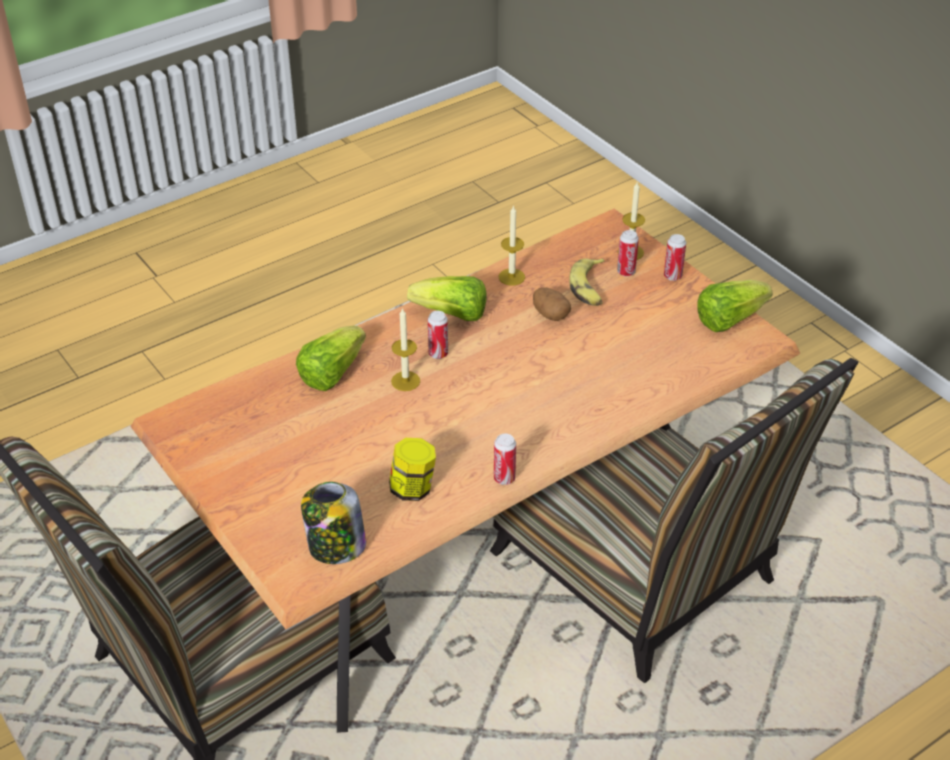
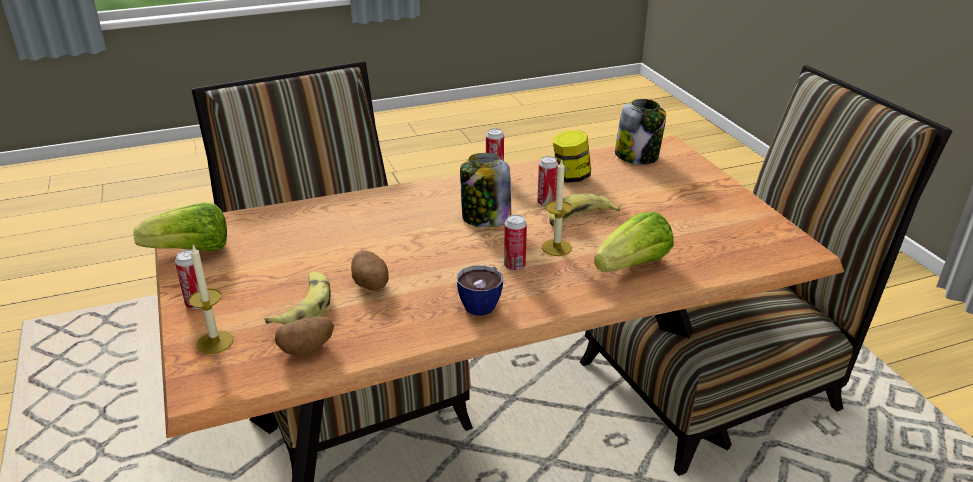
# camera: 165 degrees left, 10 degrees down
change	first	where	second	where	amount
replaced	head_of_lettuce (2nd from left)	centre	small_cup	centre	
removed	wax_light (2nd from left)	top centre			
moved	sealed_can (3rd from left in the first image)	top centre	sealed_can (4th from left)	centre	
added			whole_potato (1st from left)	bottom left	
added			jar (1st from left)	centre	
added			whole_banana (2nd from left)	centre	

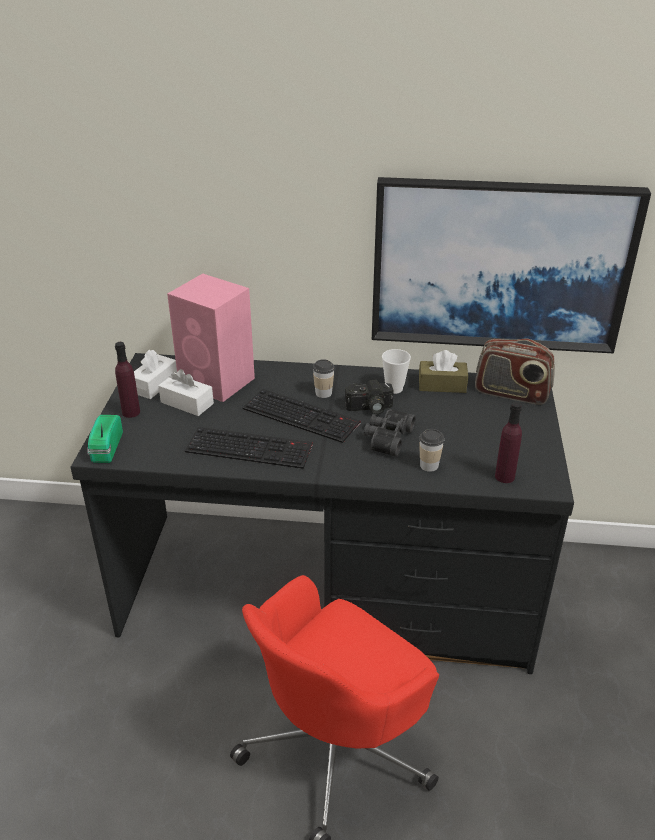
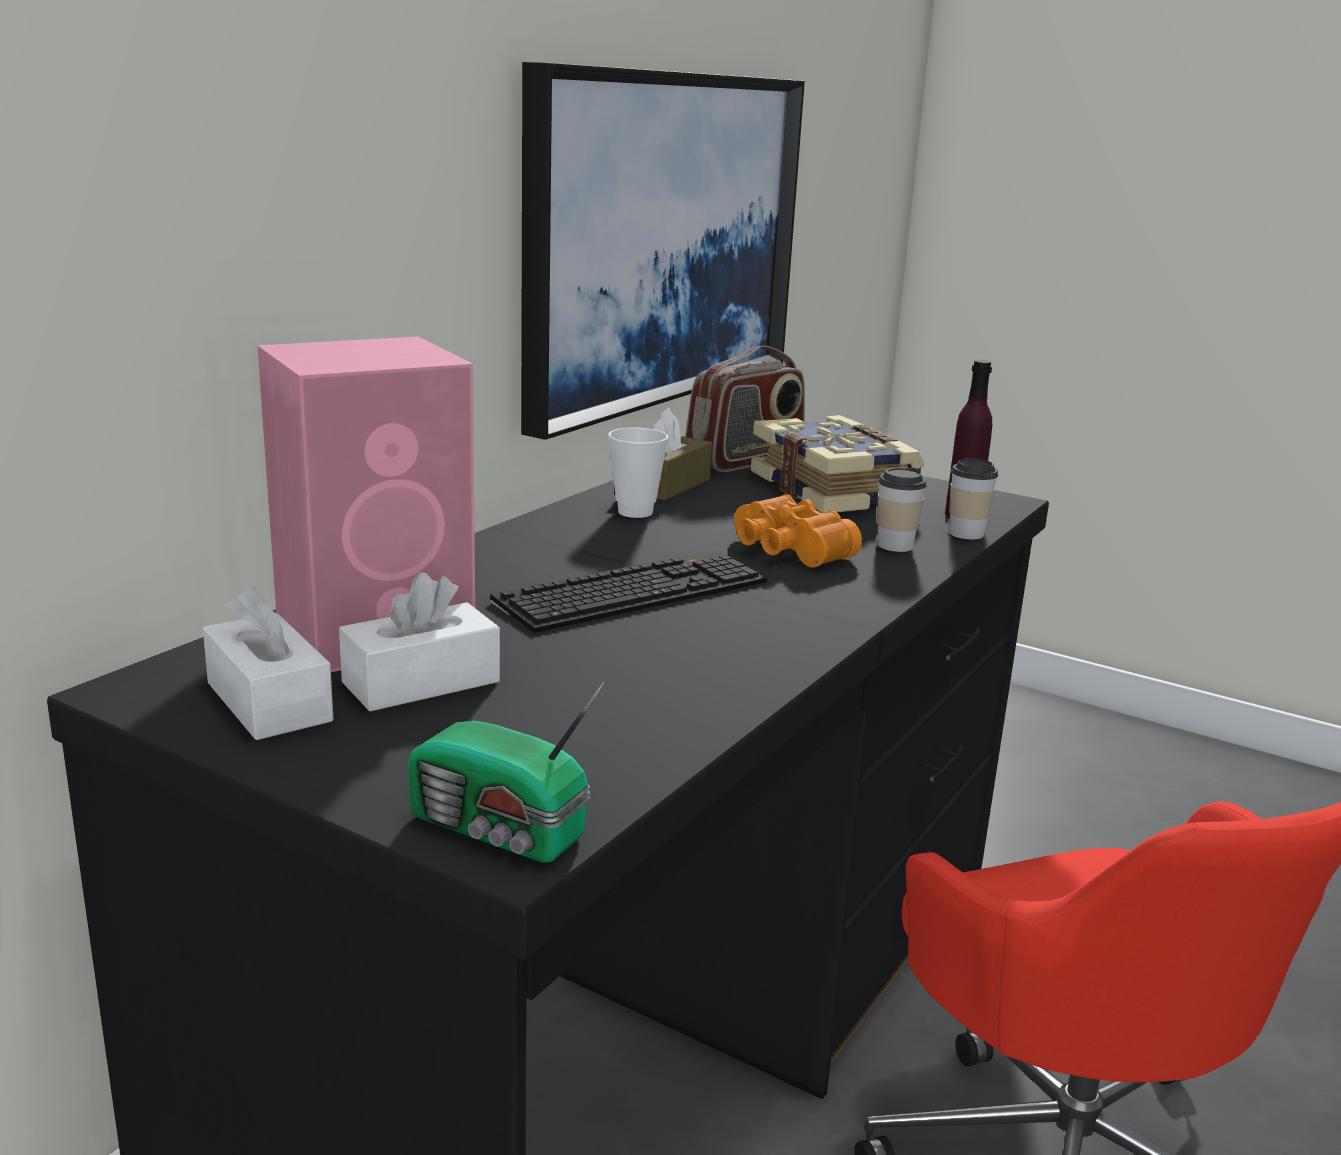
# camera: 65 degrees left, 15 degrees down
change	first	where	second	where	amount
removed	purple_beverage_bottle (1st from left)	middle left			
removed	keyboard (1st from left)	centre			
moved	small_cup (1st from left in the first image)	centre	small_cup (3rd from left)	middle right	
removed	still_camera	centre			
recoloured	black-coloured_field_glasses	centre	orange_field_glasses	centre	
added			book	centre	

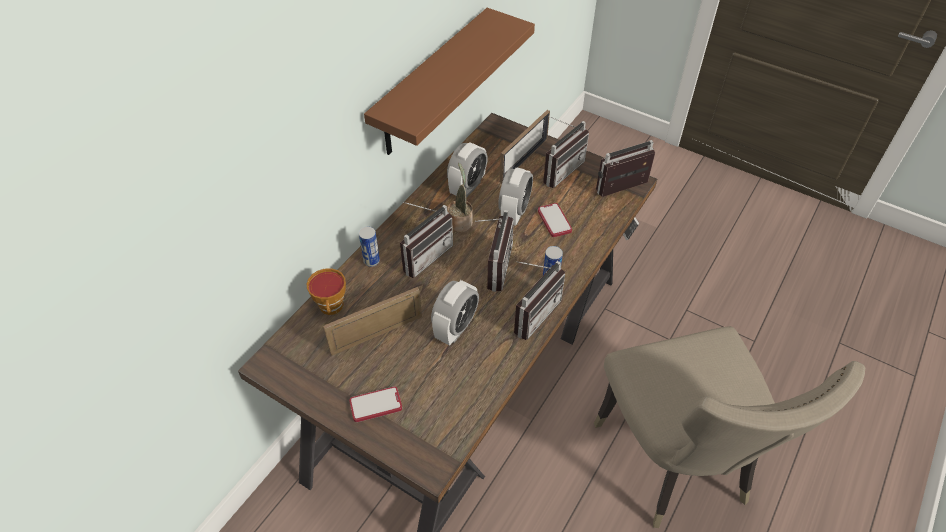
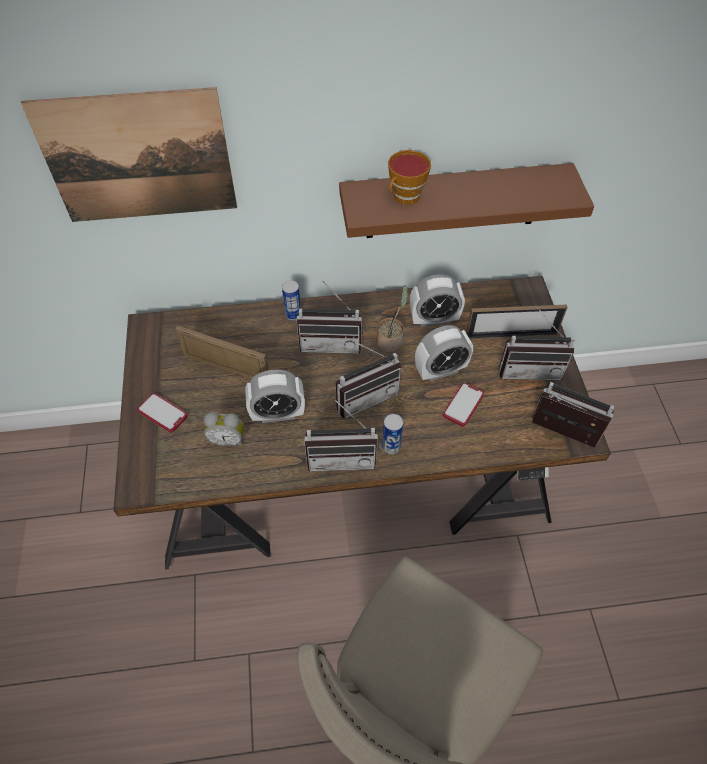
# camera: 50 degrees right, 5 degrees up
change	first	where	second	where	amount
moved	small_cup	centre		top centre	
added			picture	top left	
added			table_clock (1st from left)	middle left	

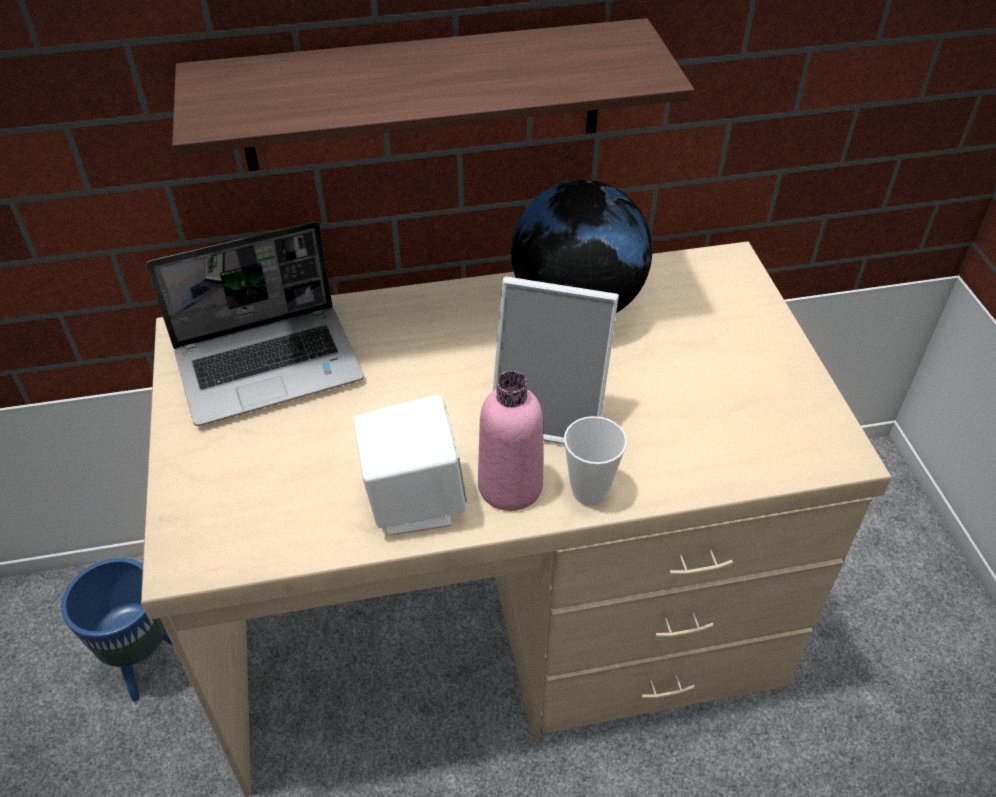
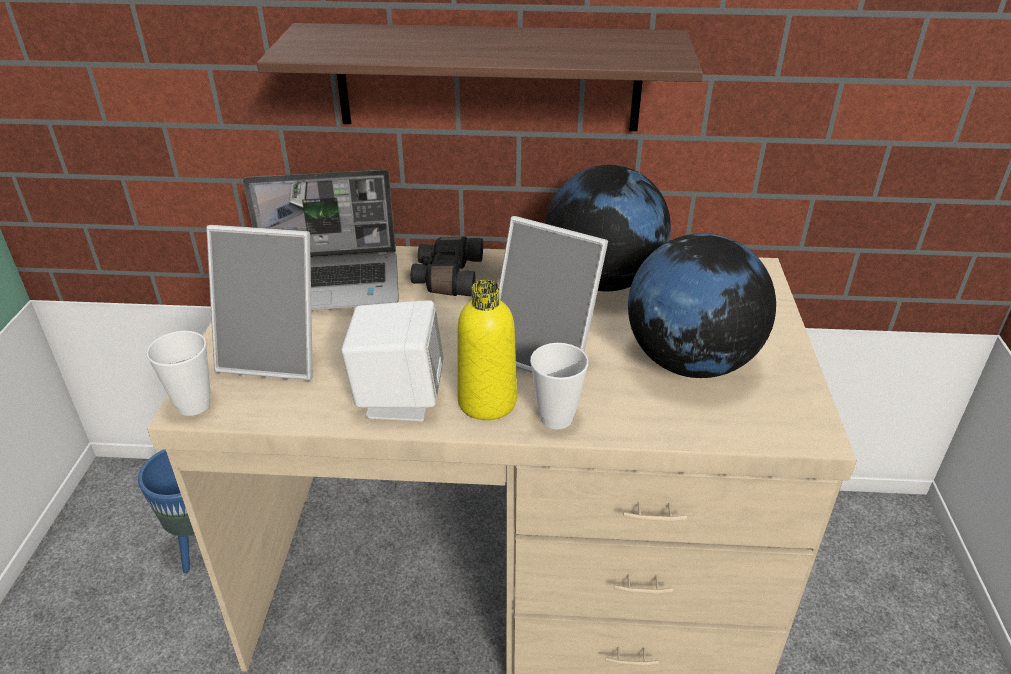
# camera: 15 degrees right, 10 degrees down
change	first	where	second	where	amount
recoloured	pinkish_beverage_bottle	centre	yellowish_beverage_bottle	centre	
added			small_cup (1st from left)	middle left	
added			photo_frame (1st from left)	middle left	
added			black-coloured_field_glasses	centre	
added			desk_globe (2nd from left)	middle right	

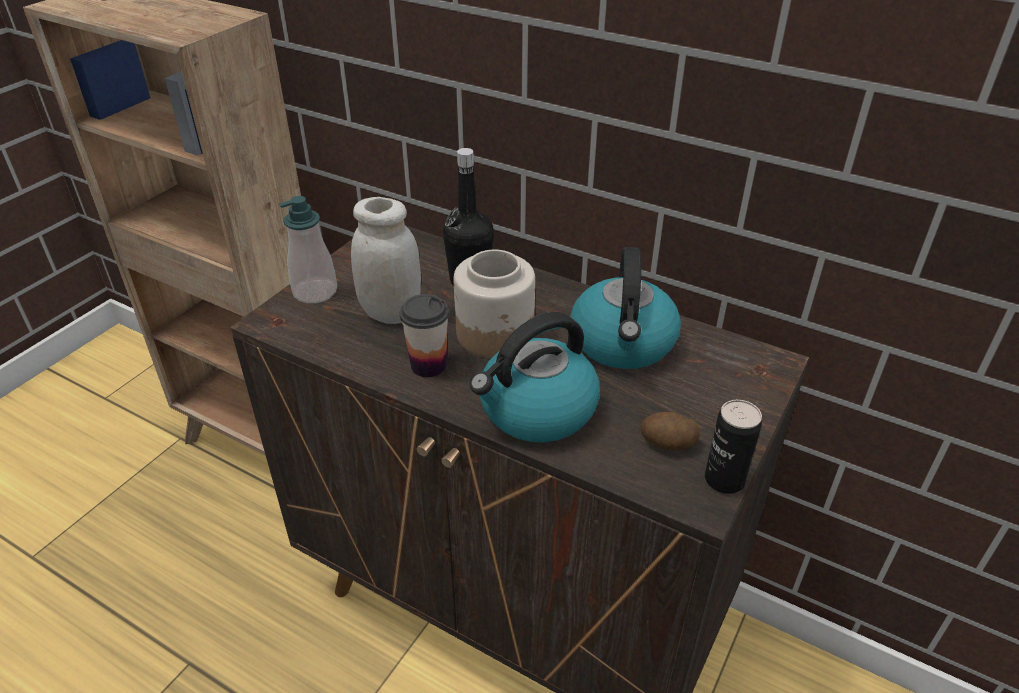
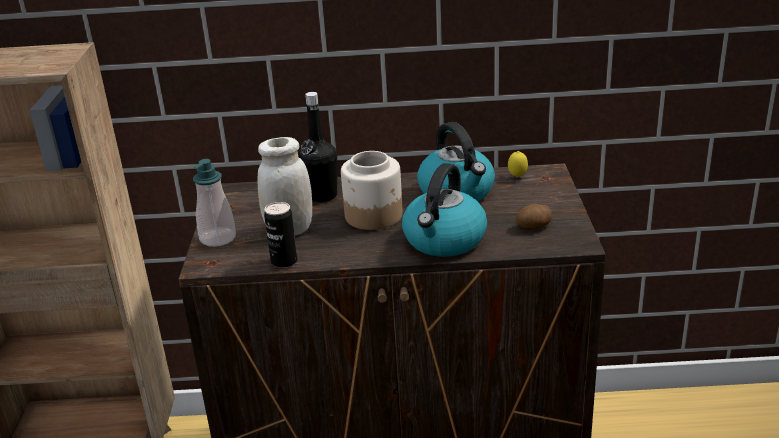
# camera: 30 degrees left, 10 degrees down
change	first	where	second	where	amount
removed	small_cup	centre			
moved	sealed_can	middle right		centre	
added			citrus_fruit	centre	

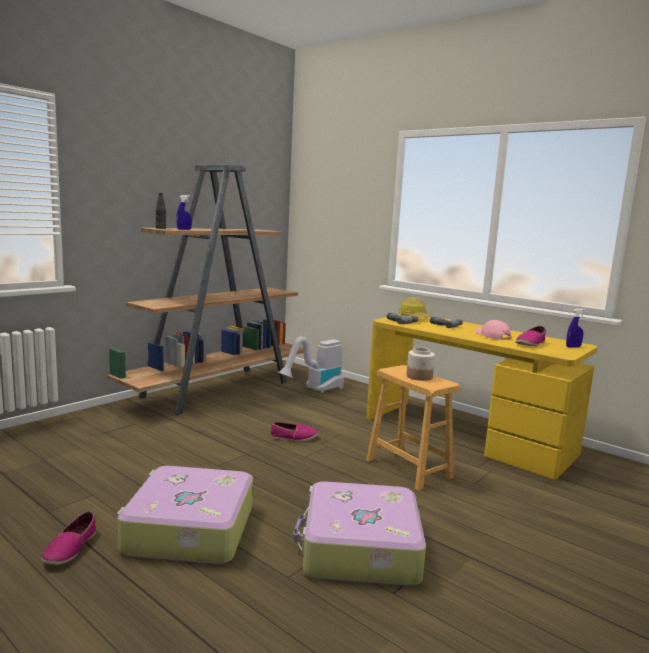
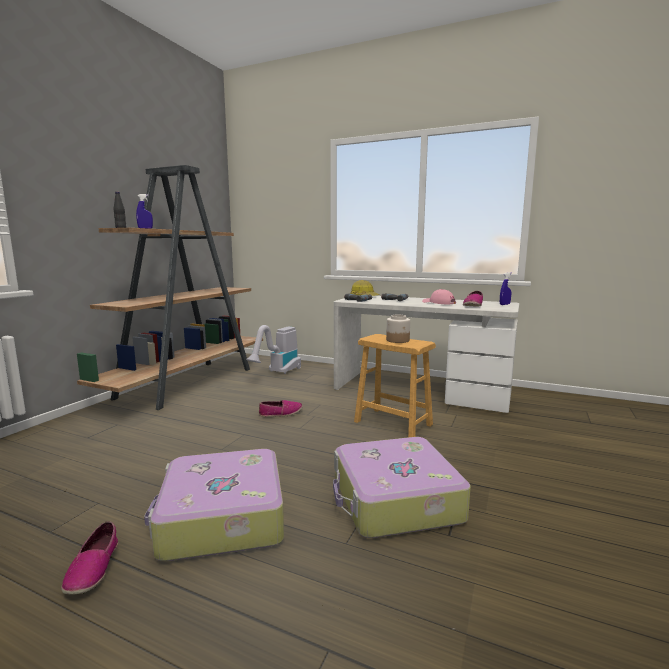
# camera: 15 degrees left, 0 degrees up
change	first	where	second	where	amount
recoloured	yellowish_desk_unit	middle right	whitish_desk_unit	centre	

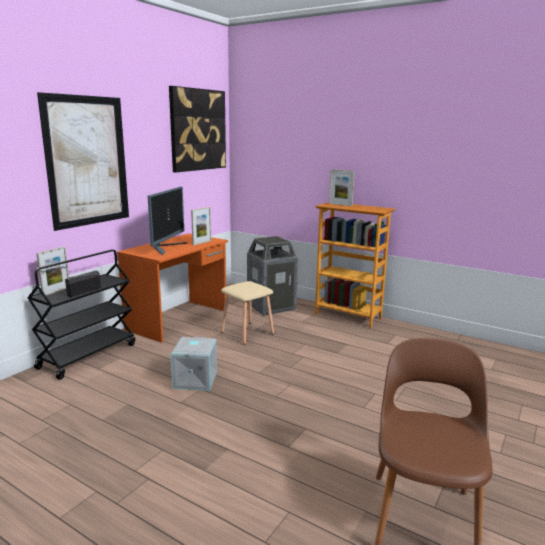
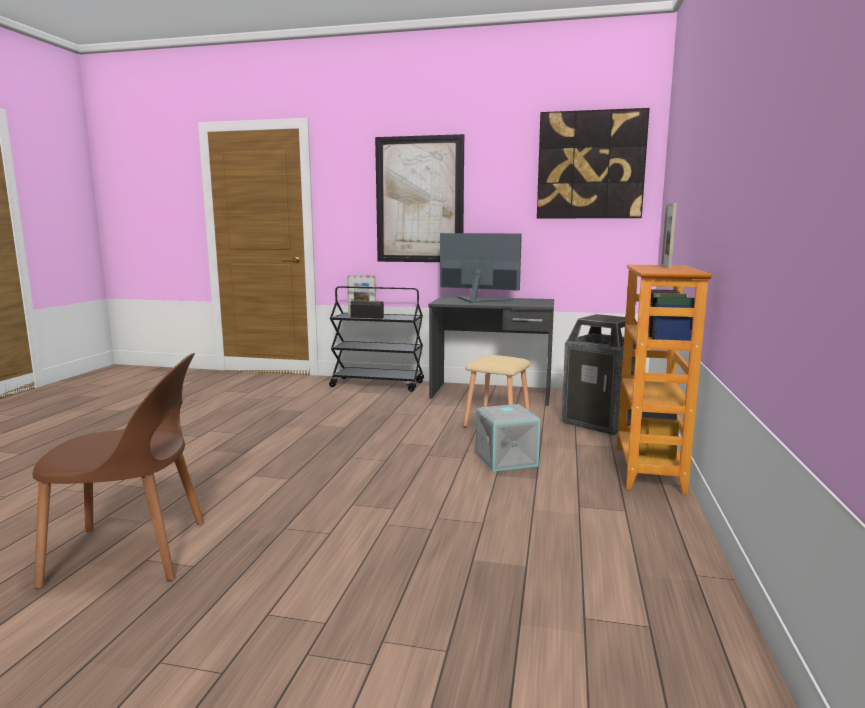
# camera: 70 degrees right, 5 degrees down
change	first	where	second	where	amount
recoloured	orange_desk_unit	middle left	grey_desk_unit	centre	
turned	computer_display	middle left		centre	150 degrees counterclockwise
moved	grey_storage_bin	bottom centre		centre	
removed	photo_frame (2nd from left)	centre			

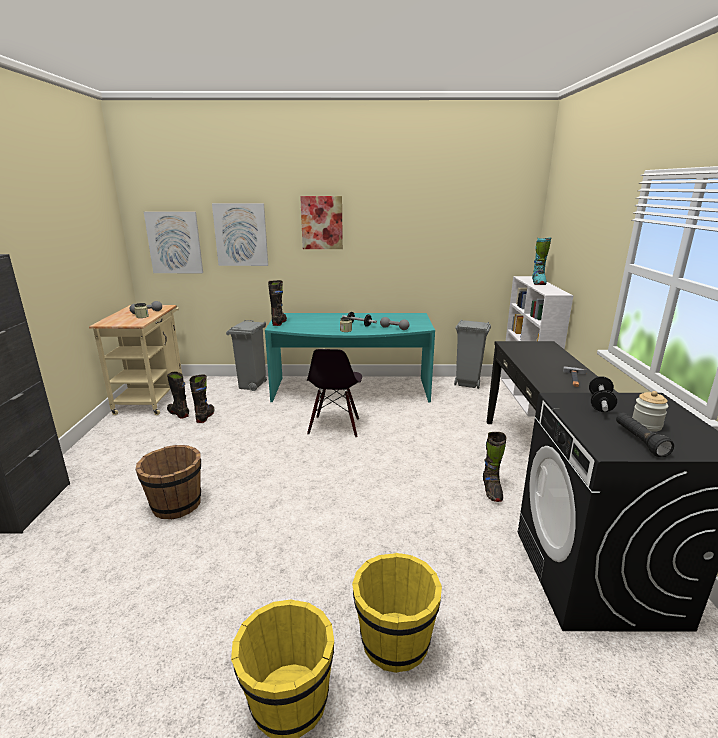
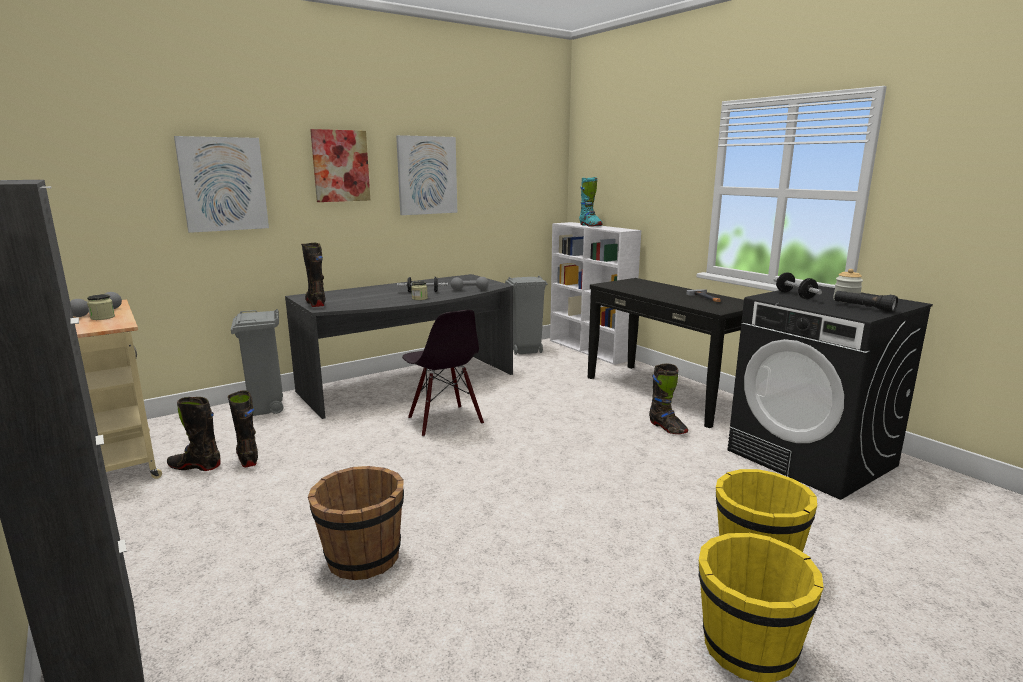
# camera: 35 degrees left, 5 degrees down
change	first	where	second	where	amount
moved	picture (1st from left in the first image)	top left	picture (3rd from left)	top centre	
recoloured	turquoise-coloured_desk_unit	centre	grey_desk_unit	centre	

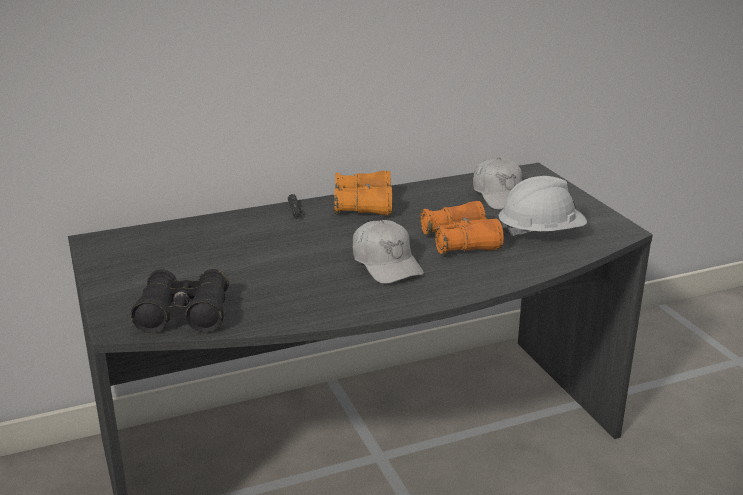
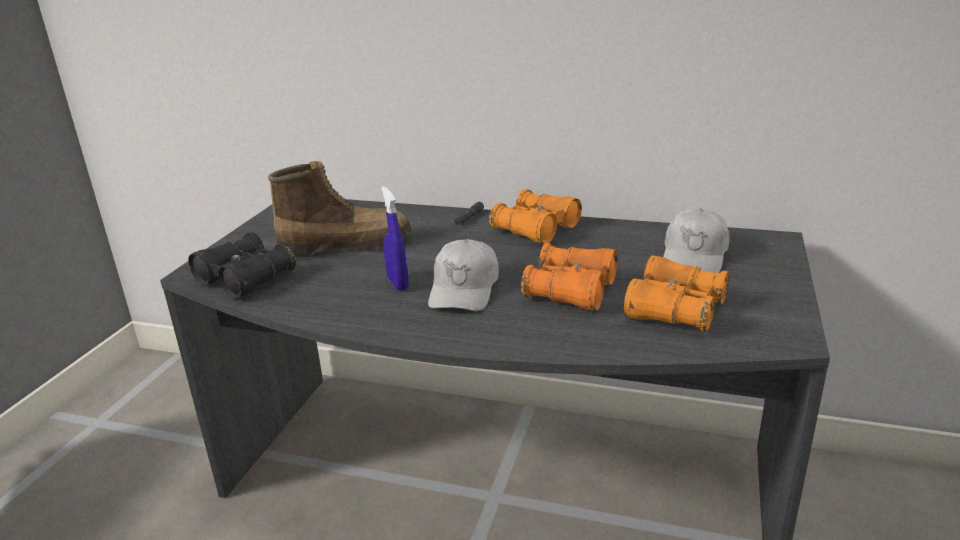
# camera: 40 degrees right, 0 degrees up
change	first	where	second	where	amount
replaced	whitish_hard_hat	middle right	orange_field_glasses (3rd from left)	middle right	
added			boot	centre	
added			blue_hand_sprayer	centre	

